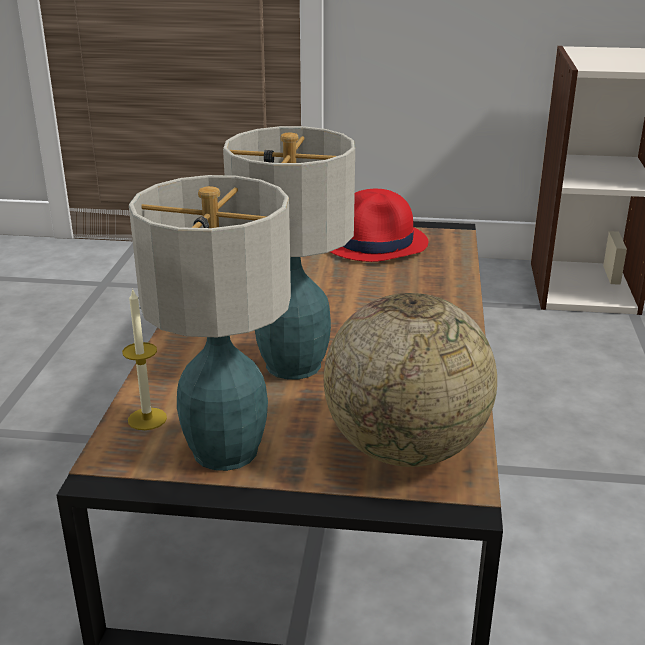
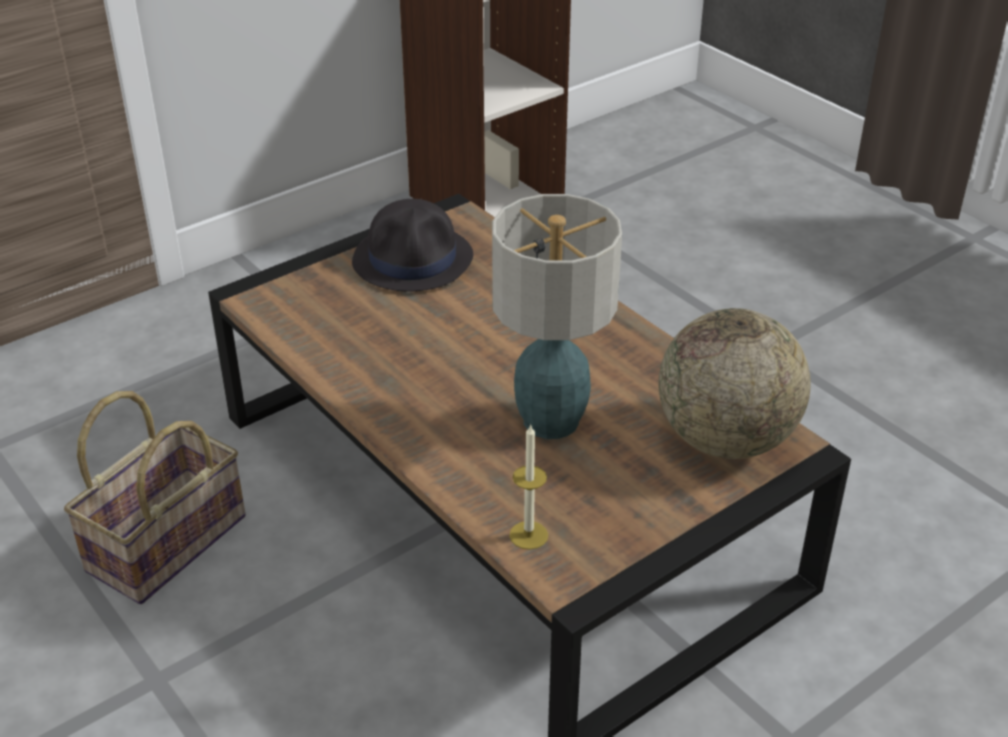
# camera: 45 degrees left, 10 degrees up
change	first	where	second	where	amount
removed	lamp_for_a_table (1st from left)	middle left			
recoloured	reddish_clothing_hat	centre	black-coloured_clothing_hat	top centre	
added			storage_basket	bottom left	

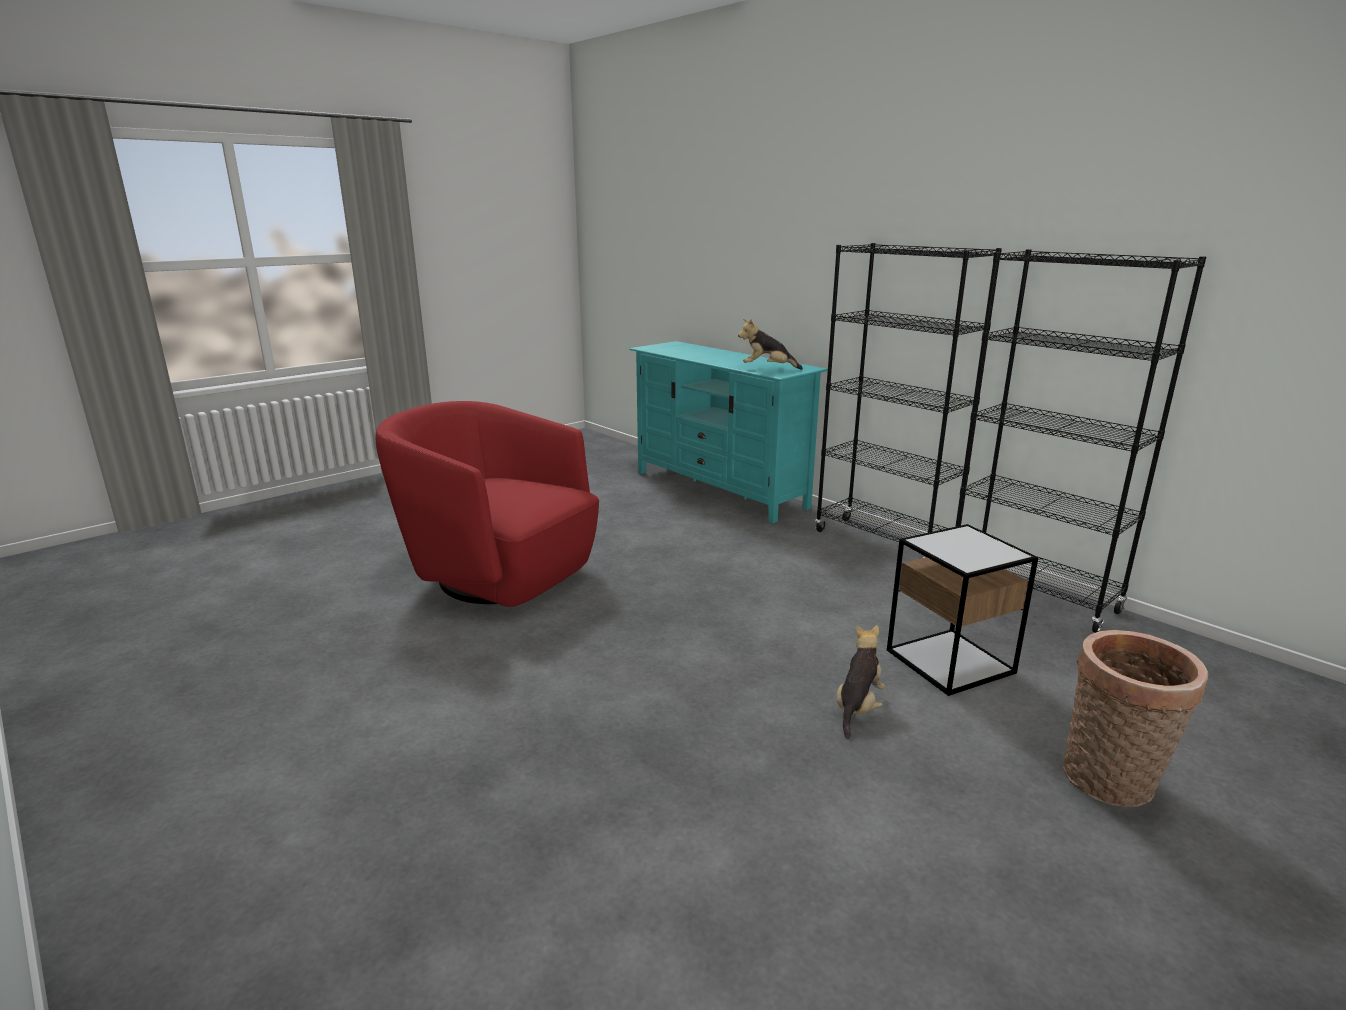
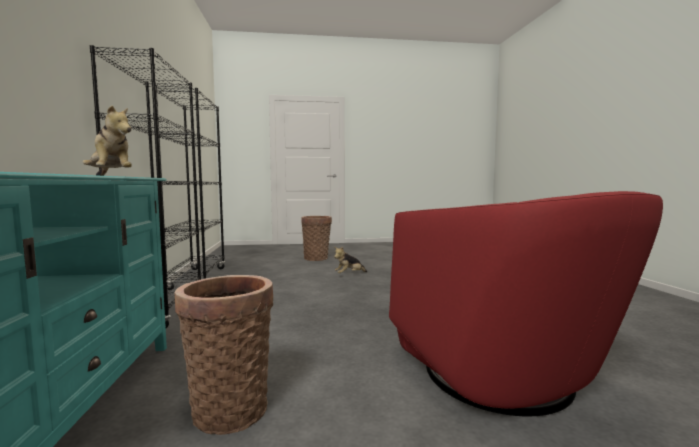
# camera: 145 degrees left, 15 degrees down
change	first	where	second	where	amount
removed	accent_table	middle right			
added			storage_basket (1st from left)	bottom left	

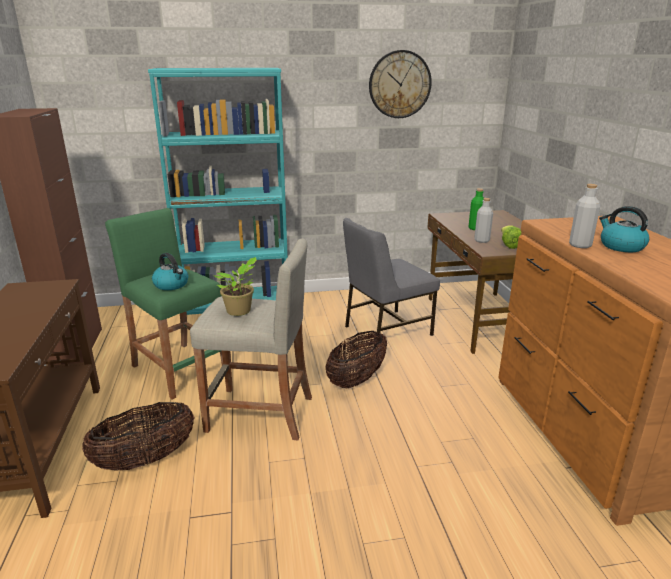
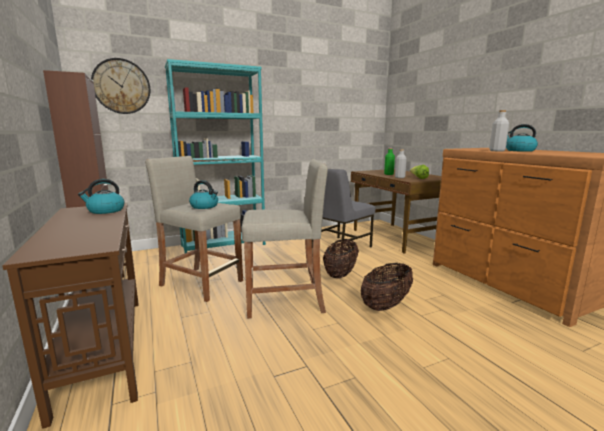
# camera: 15 degrees left, 10 degrees down
change	first	where	second	where	amount
moved	storage_basket (1st from left in the first image)	bottom left	storage_basket (2nd from left)	centre	
recoloured	greenish_sitting_stool	middle left	sand-coloured_sitting_stool (1st from left)	middle left	
removed	plant_in_a_pot	centre			
moved	hanging_clock	top centre		top left	
added			water_kettle (1st from left)	middle left	

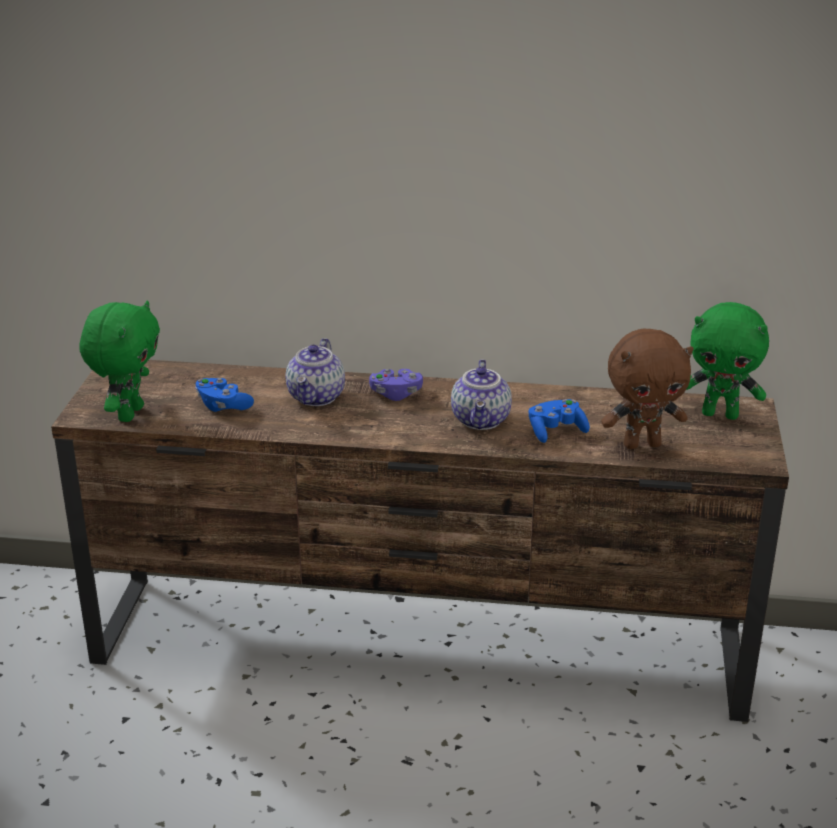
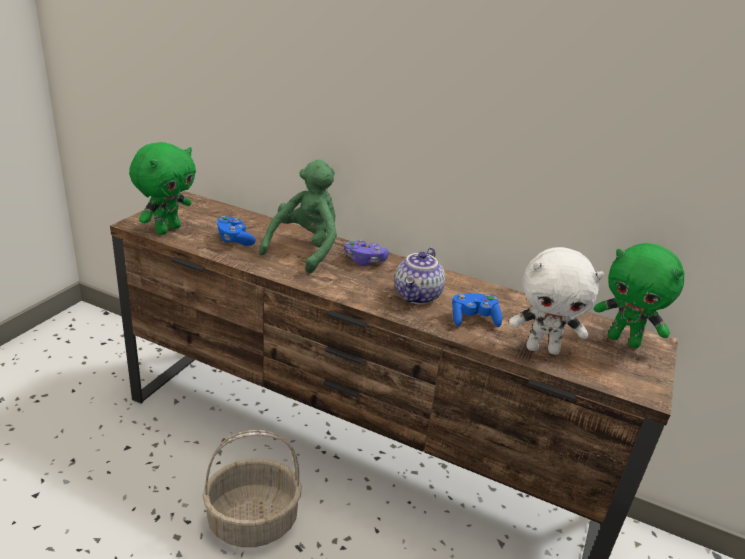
# camera: 15 degrees right, 0 degrees up
change	first	where	second	where	amount
replaced	teapot (1st from left)	centre	greenish_soft_toy (2nd from left)	centre	
recoloured	brown-coloured_soft_toy	middle right	whitish_soft_toy	middle right	
added			storage_basket	bottom centre	

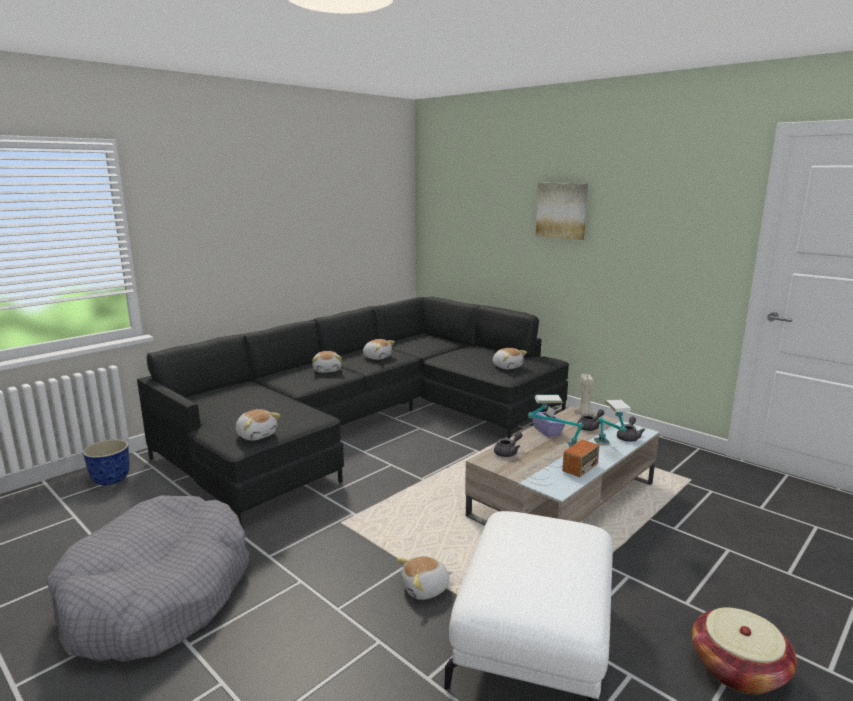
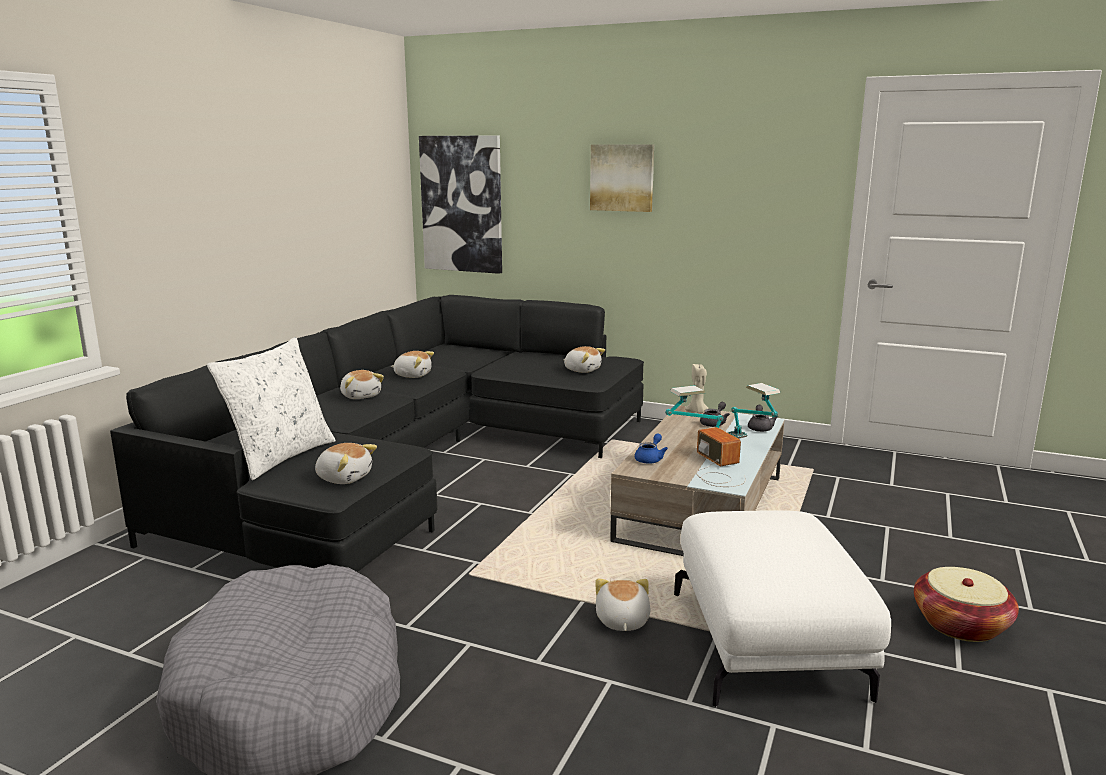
# camera: 20 degrees left, 0 degrees up
change	first	where	second	where	amount
removed	plant_pot	middle left			
turned	soft_toy (4th from left in the first image)	bottom centre	soft_toy (5th from left)	bottom centre	135 degrees clockwise
recoloured	grey_teapot (1st from left)	centre	blue_teapot	centre	
turned	radio_receiver	centre		centre	45 degrees counterclockwise
removed	purple_box_of_tissues	centre			
added			whitish_cushion	middle left	
added			picture (1st from left)	top centre	

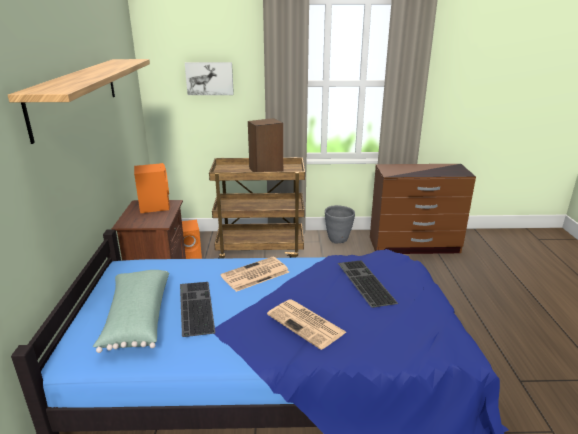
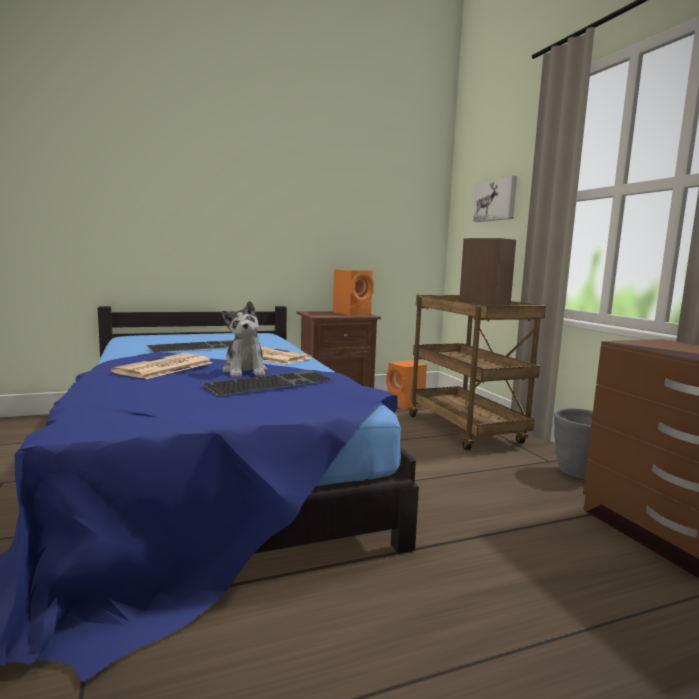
# camera: 70 degrees right, 15 degrees down
change	first	where	second	where	amount
removed	wall_shelf	top left			
removed	greenish_cushion	bottom left			
added			soft_toy	centre	

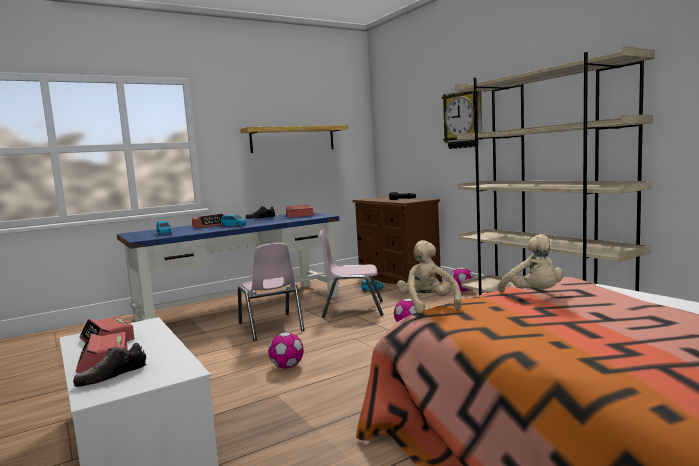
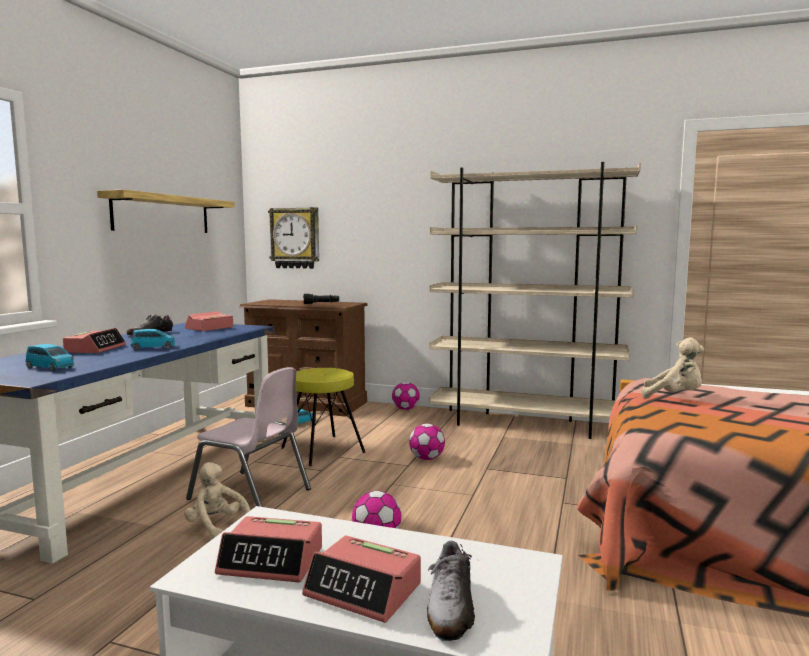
# camera: 40 degrees left, 0 degrees up
change	first	where	second	where	amount
replaced	pinkish_chair (2nd from left)	centre	yellowish_sitting_stool	centre	
moved	sand-coloured_soft_toy (1st from left)	centre		bottom left	
moved	hanging_clock	top centre		centre	

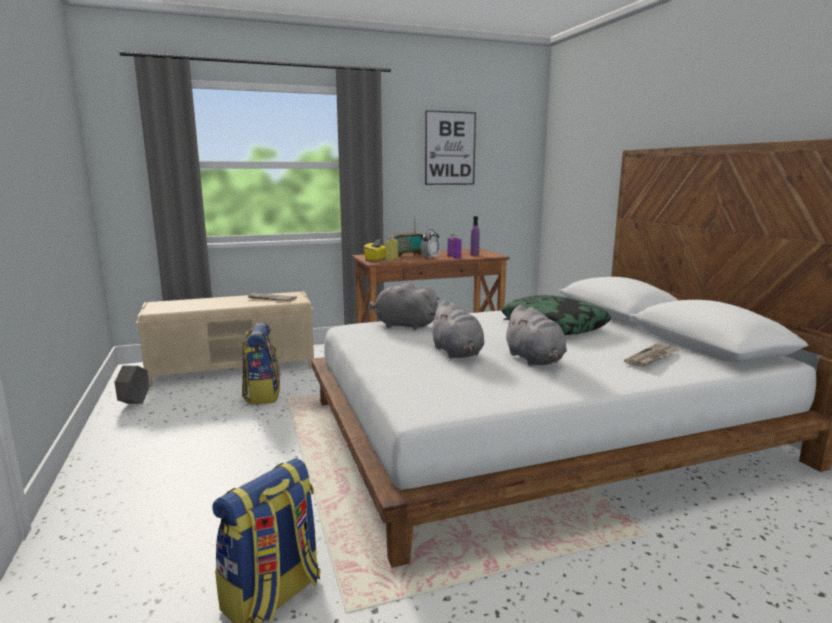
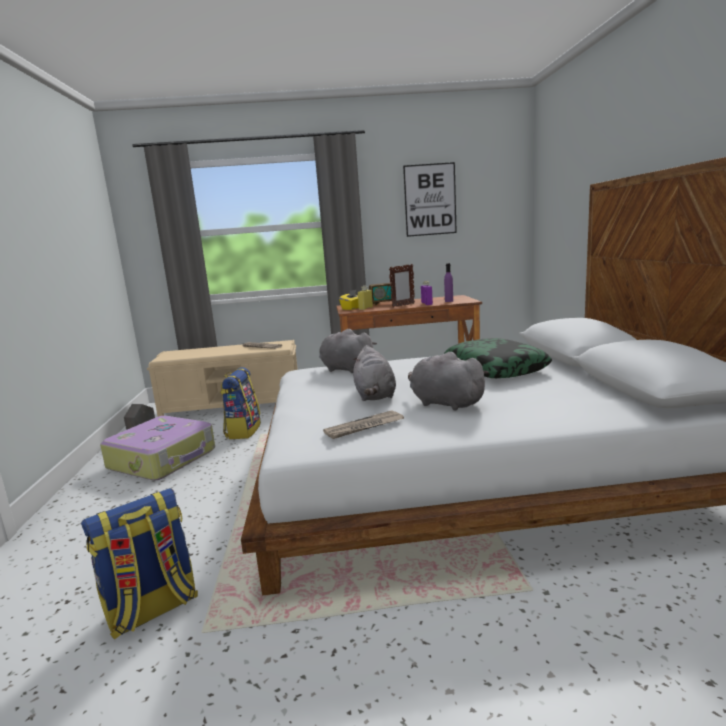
# camera: 15 degrees right, 0 degrees up
change	first	where	second	where	amount
replaced	table_clock	centre	photo_frame	centre	
turned	grey_soft_toy (3rd from left)	centre		centre	135 degrees clockwise
moved	daily_paper (2nd from left)	middle right		centre	
added			piece_of_luggage	middle left	

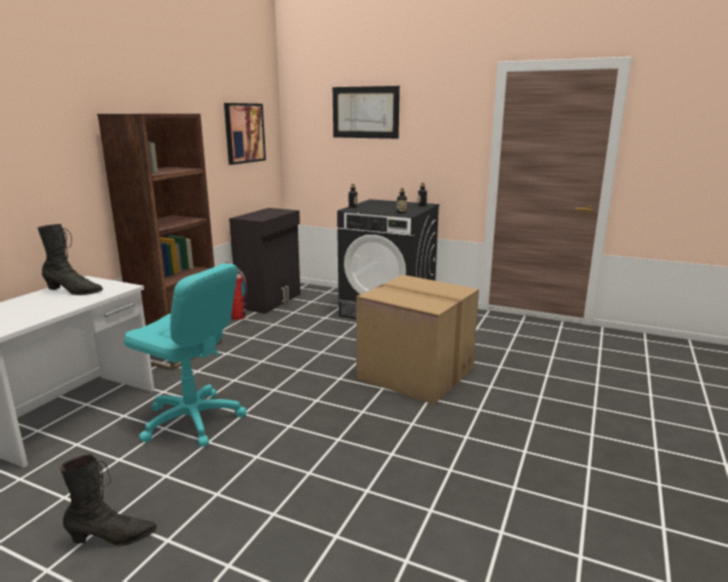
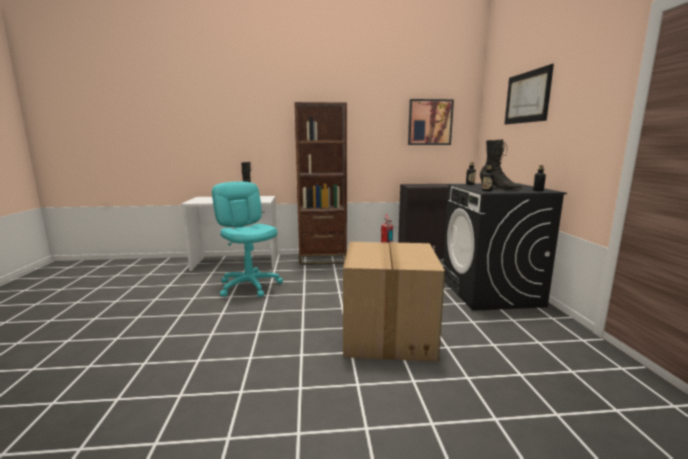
# camera: 60 degrees right, 5 degrees down
change	first	where	second	where	amount
moved	black-coloured_boot (2nd from left)	bottom left		middle right	
turned	turquoise-coloured_computer_chair	middle left		centre	150 degrees clockwise

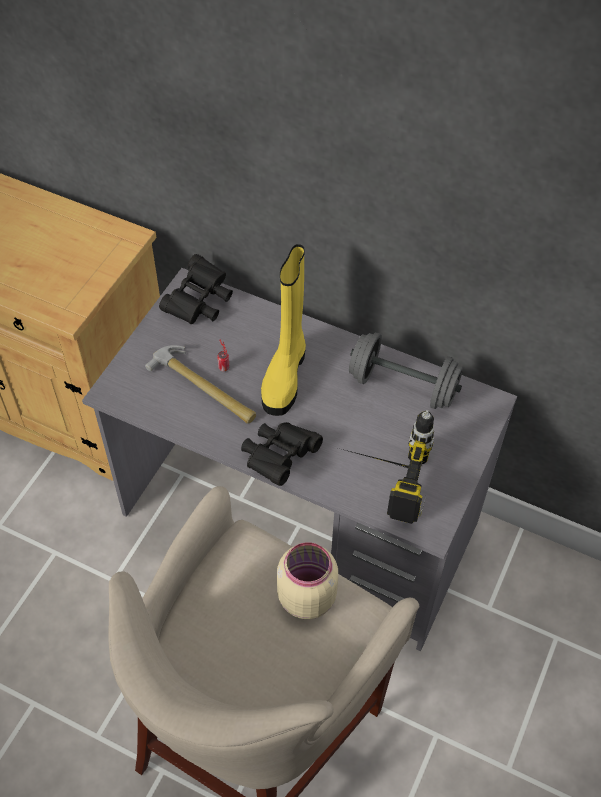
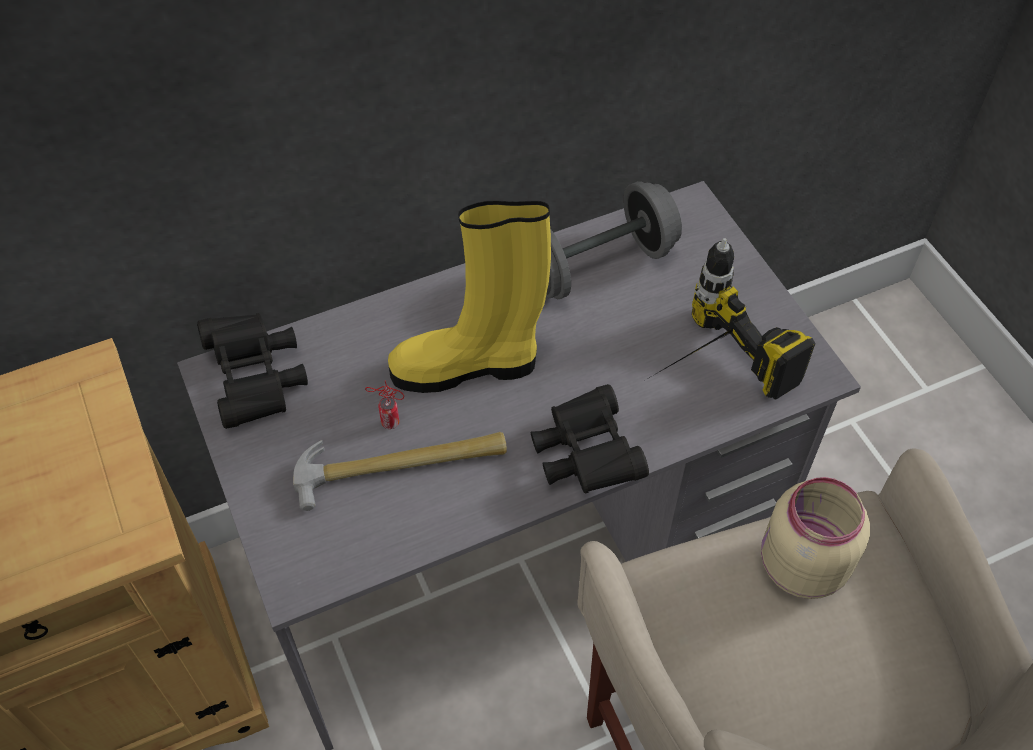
# camera: 50 degrees left, 0 degrees up
change	first	where	second	where	amount
turned	yellowish_boot	centre		centre	120 degrees clockwise

